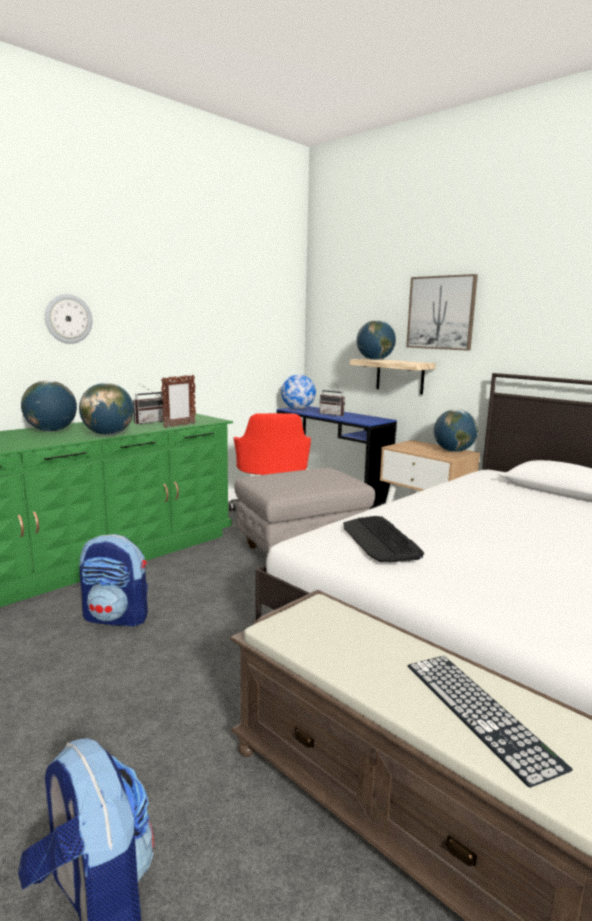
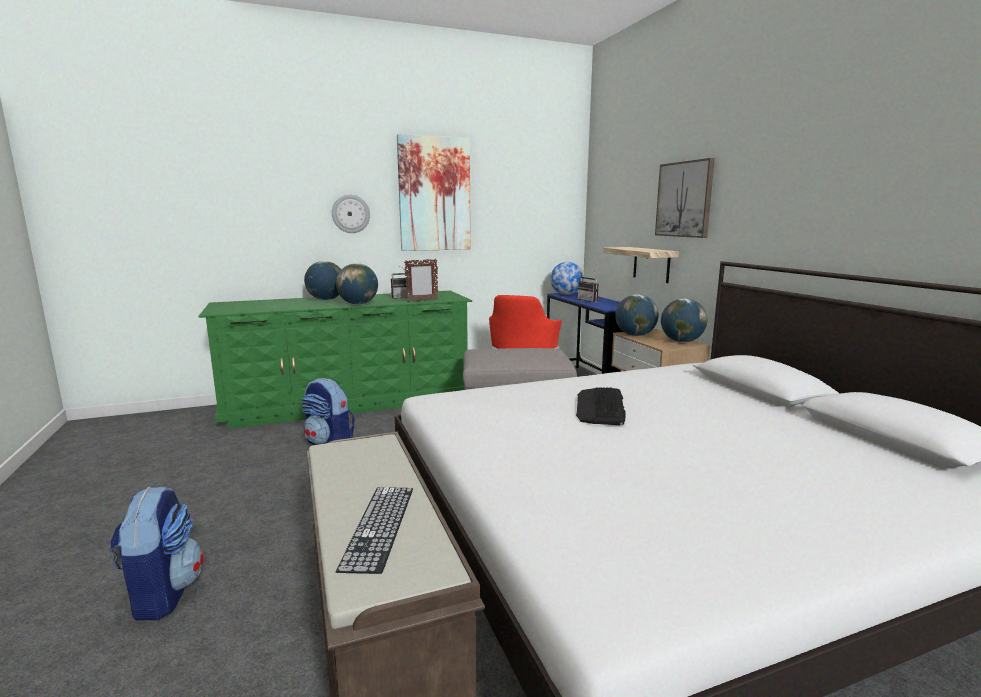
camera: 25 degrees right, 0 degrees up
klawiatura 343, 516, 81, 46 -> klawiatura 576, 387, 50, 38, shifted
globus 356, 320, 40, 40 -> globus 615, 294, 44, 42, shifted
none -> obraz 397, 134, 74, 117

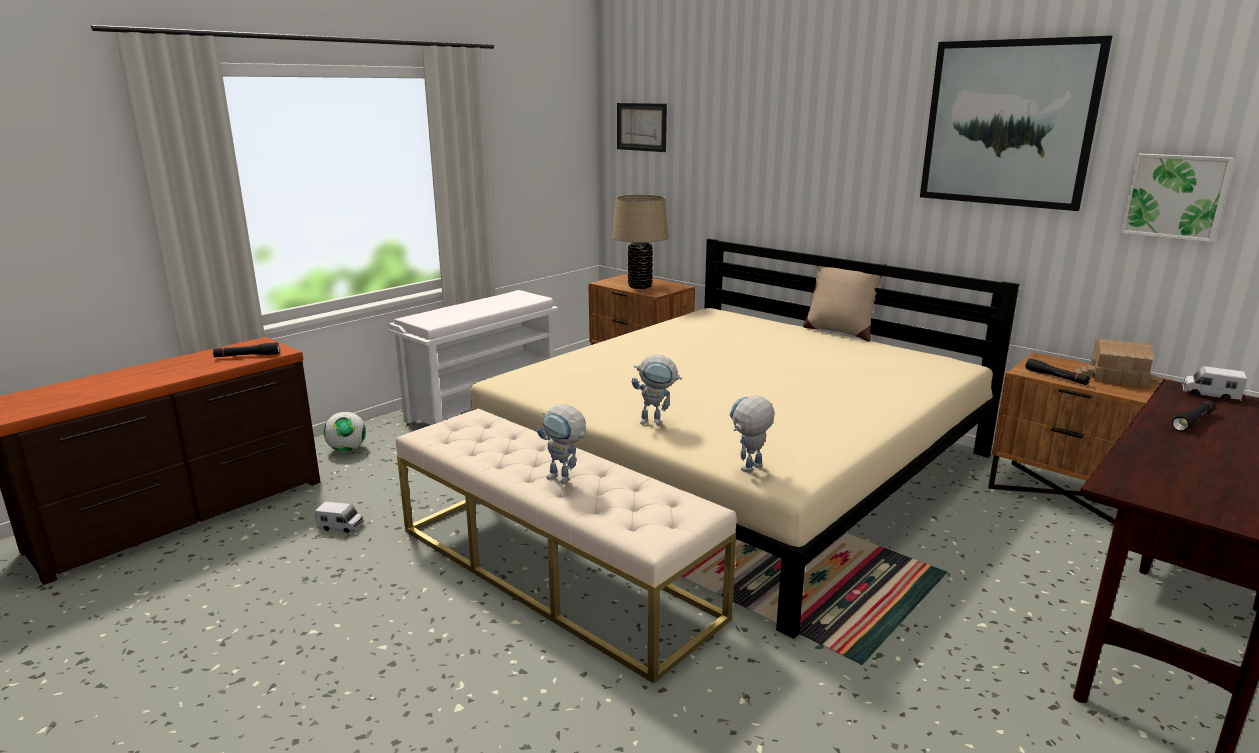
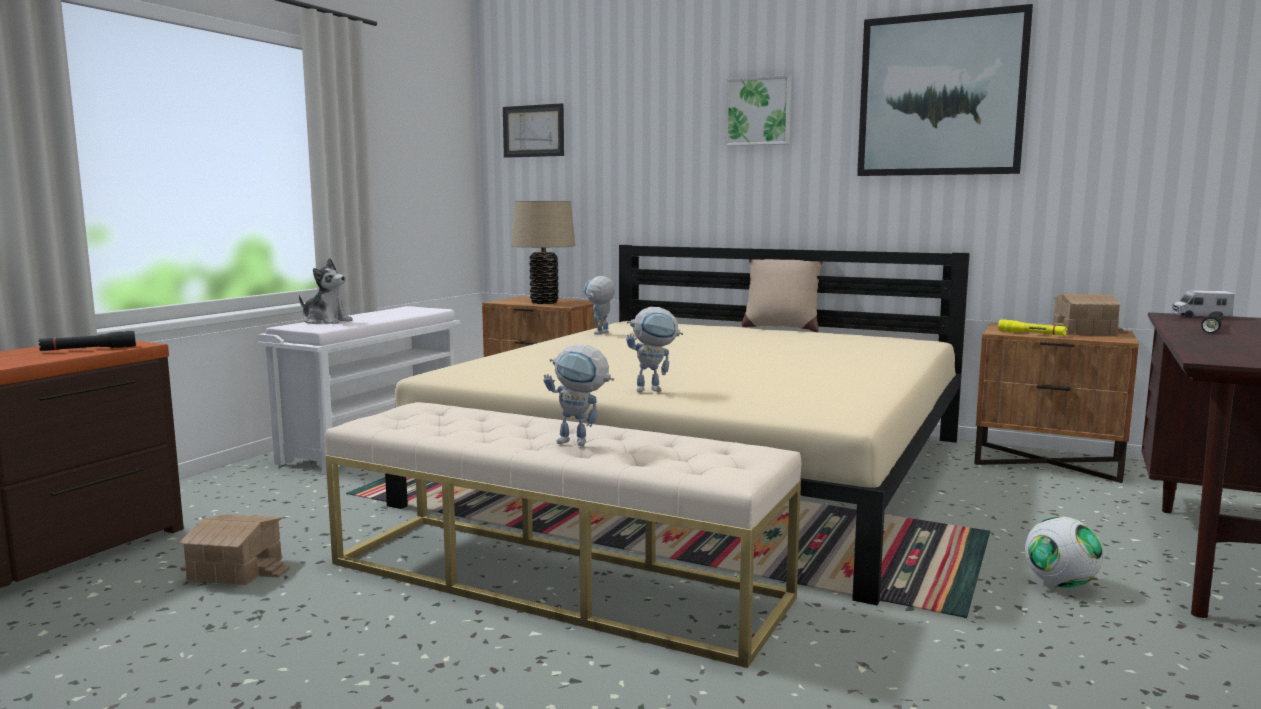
camera: 15 degrees left, 10 degrees down
ciężarówka zabawkowa 315, 501, 49, 32 -> domek 179, 514, 111, 71
piłka futbolowa 324, 412, 42, 40 -> piłka futbolowa 1025, 516, 78, 72, shifted
robot zabawkowy 729, 396, 46, 77 -> robot zabawkowy 584, 276, 31, 59, shifted
latarka [czarny] 1026, 359, 64, 26 -> latarka [żółty] 998, 319, 69, 17
obraz 1120, 154, 114, 88 -> obraz 725, 75, 67, 71, shifted
none -> pluszak 299, 258, 54, 66

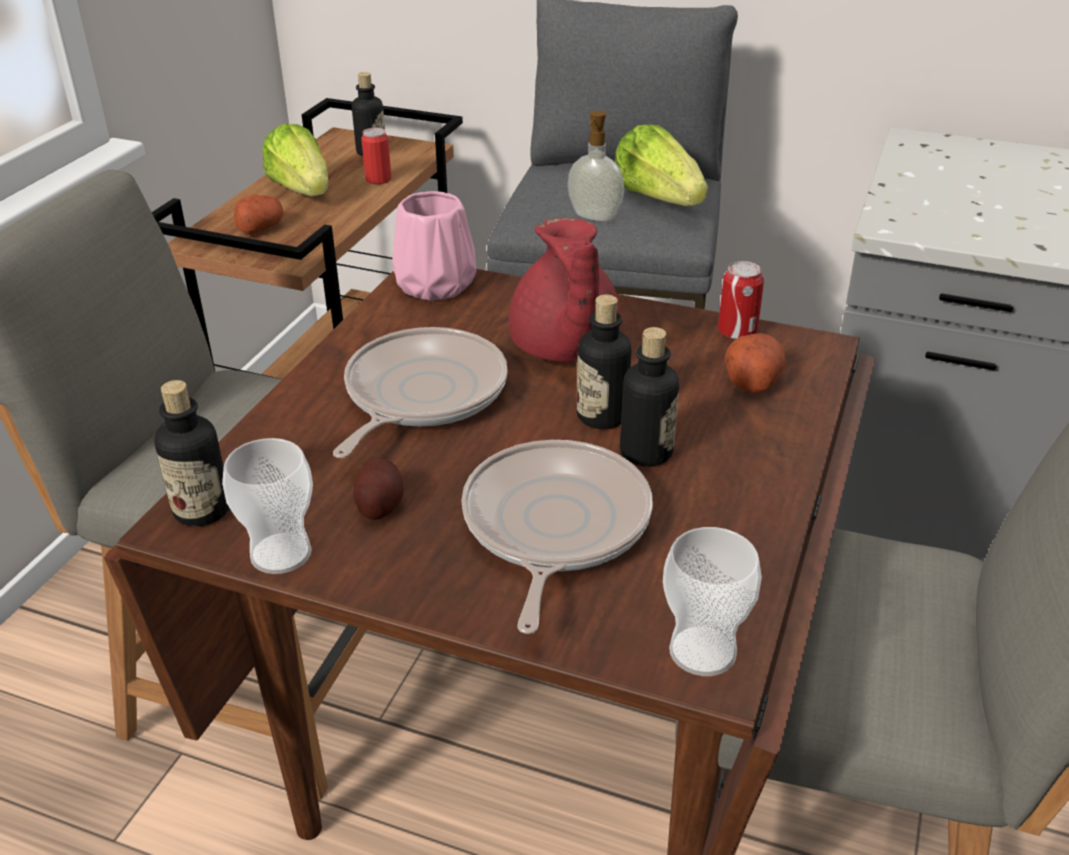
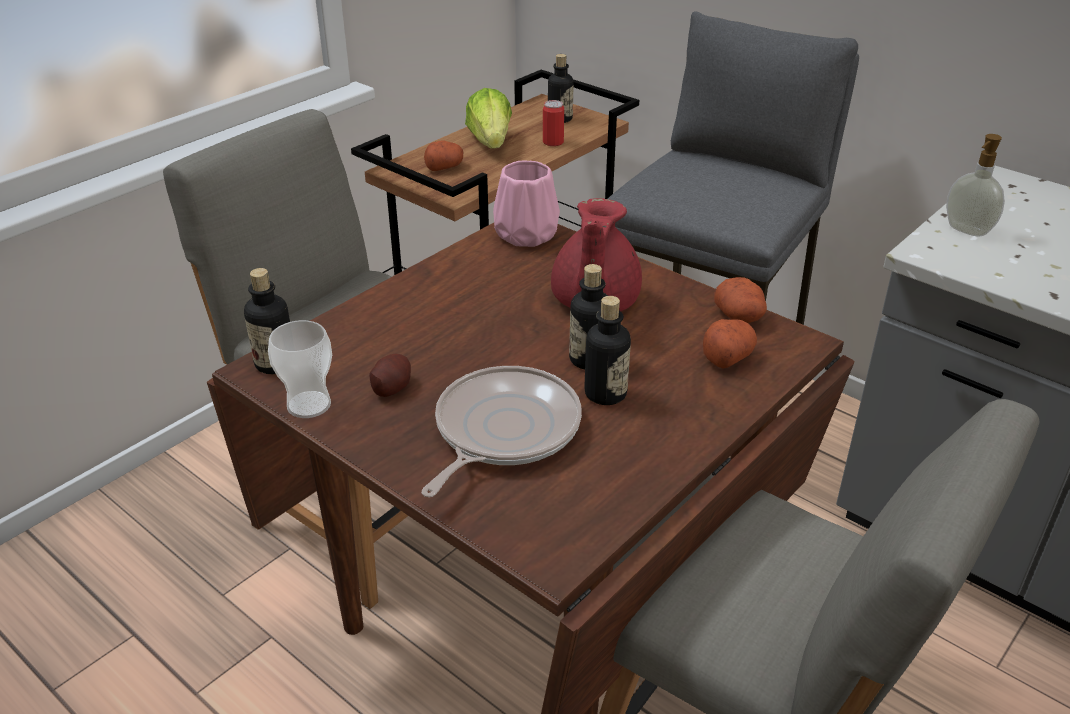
camera: 20 degrees right, 0 degrees up
patelnia 333, 327, 175, 131 -> none
dozownik mydła 568, 110, 56, 111 -> dozownik mydła 946, 134, 59, 103, shifted
sałata 615, 125, 93, 81 -> none
filiżanka 663, 527, 99, 149 -> none
puszka 718, 261, 46, 79 -> ziemniak 714, 277, 53, 46

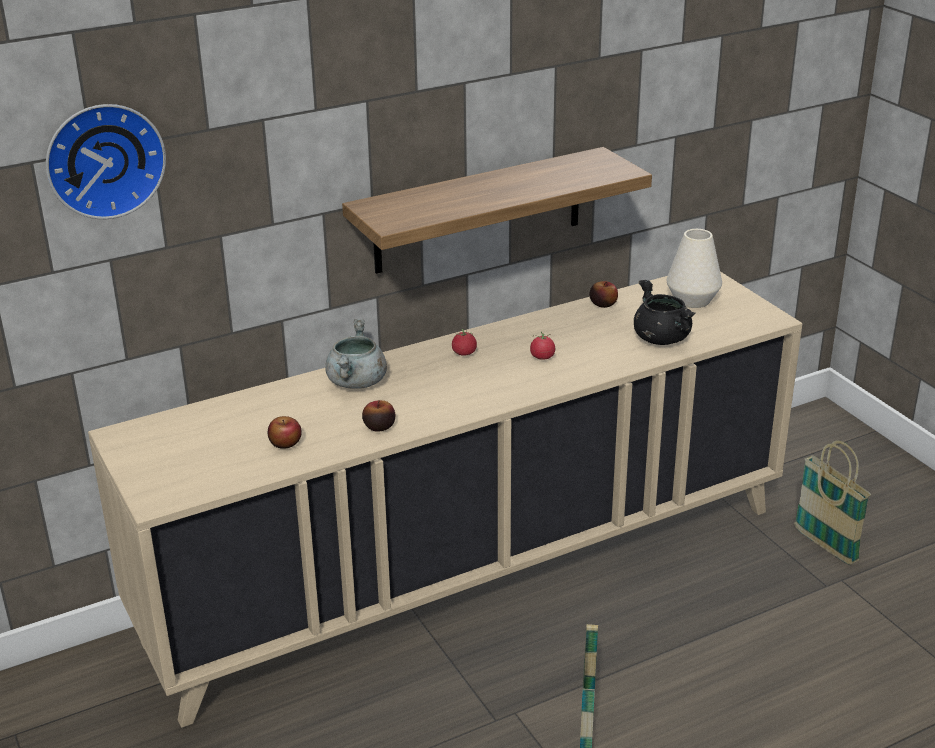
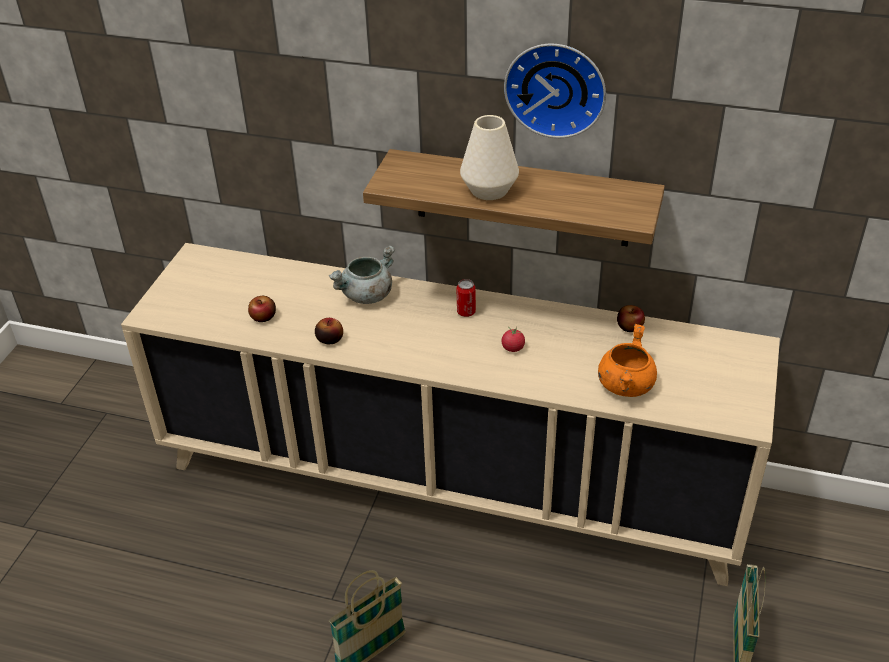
camera: 45 degrees right, 10 degrees up
zegar ścienny 46, 104, 120, 115 -> zegar ścienny 504, 44, 102, 94, shifted
pomidor 452, 329, 25, 27 -> puszka 457, 279, 19, 38
garnek [czarny] 634, 280, 62, 65 -> garnek [pomarańczowy] 598, 324, 59, 73
wazon [biały] 667, 229, 55, 79 -> wazon [biały] 460, 115, 59, 85, shifted

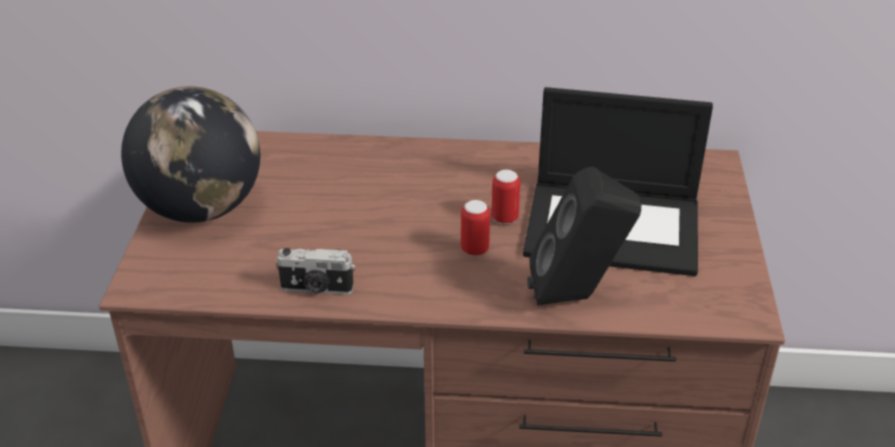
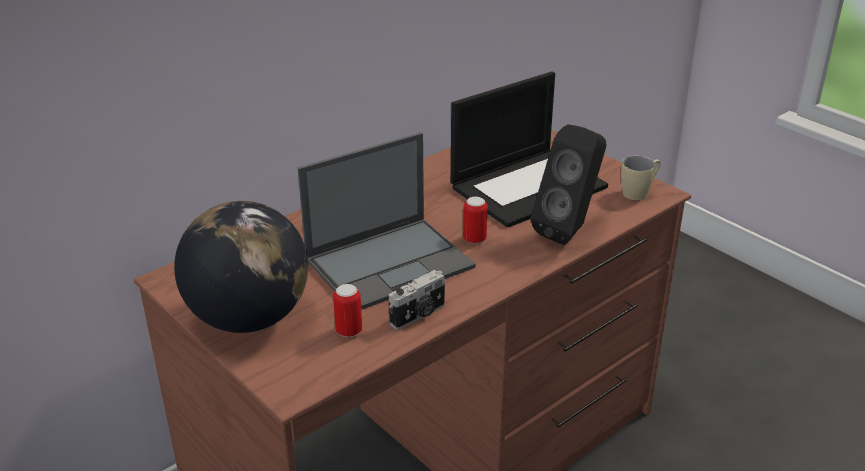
camera: 45 degrees left, 5 degrees down
puszka 491, 170, 29, 54 -> puszka 333, 284, 29, 53, shifted
none -> laptop 298, 132, 178, 178
none -> kubek [beżowy] 621, 156, 40, 44

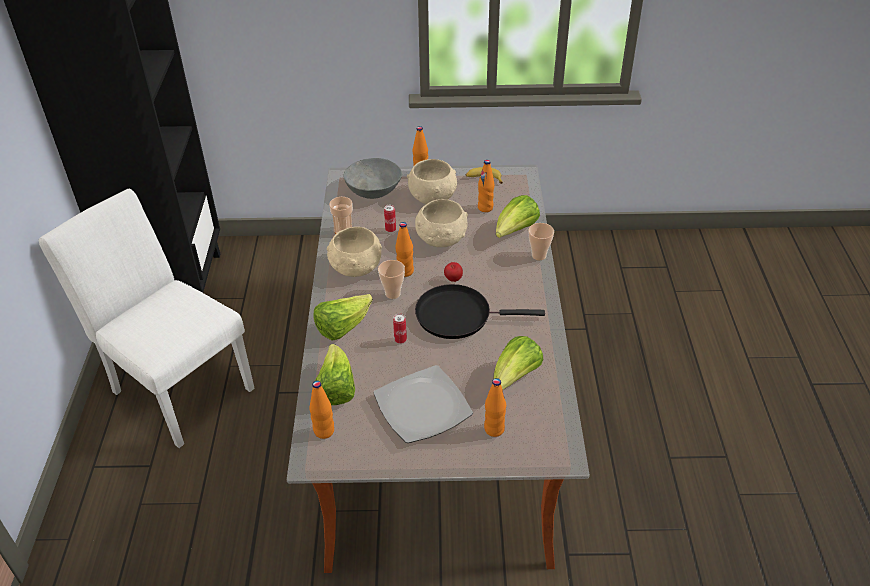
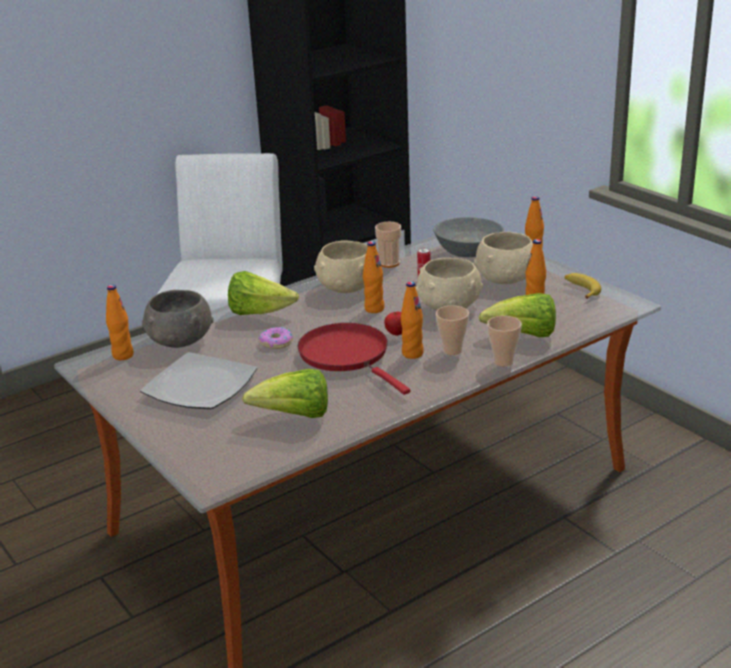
camera: 55 degrees right, 15 degrees down
sałata 315, 344, 40, 61 -> miska [szary] 142, 290, 71, 58
filiżanka 378, 260, 27, 39 -> filiżanka 436, 306, 33, 49, shifted
puszka 393, 313, 14, 31 -> donut 259, 327, 34, 22
patelnia [czarny] 415, 284, 130, 55 -> patelnia [czerwony] 297, 323, 114, 72
butelka [pomarańczowy] 484, 378, 22, 59 -> butelka [pomarańczowy] 401, 281, 23, 78, shifted

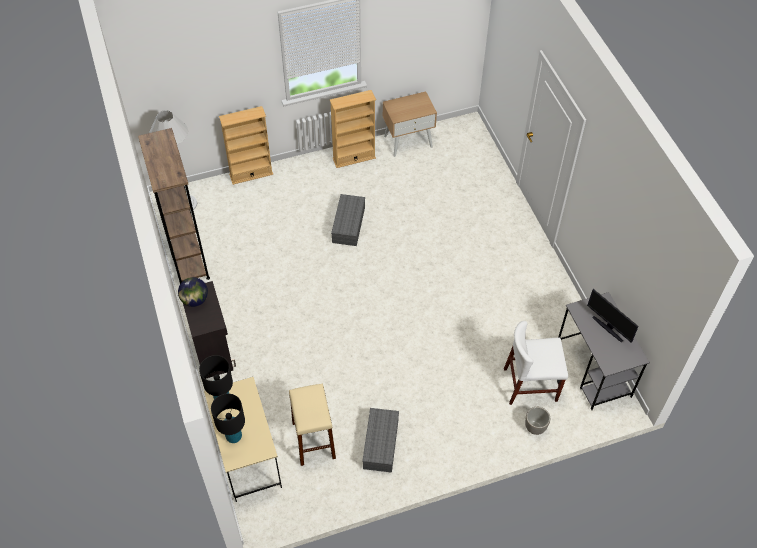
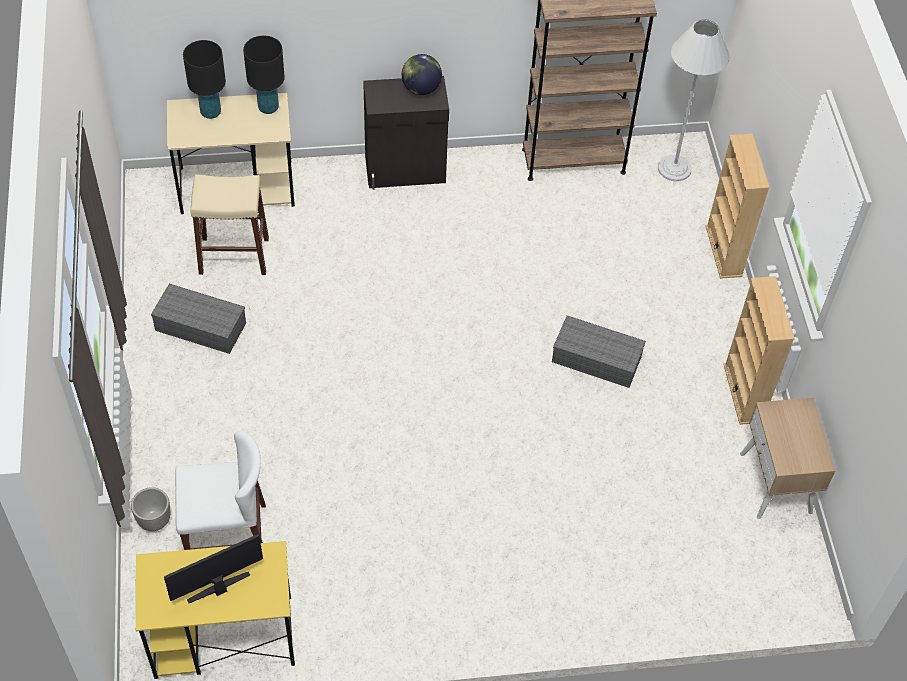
camera: 100 degrees right, 0 degrees up
krzesło [biały] 504, 321, 64, 84 -> krzesło [biały] 175, 431, 91, 119, 75 degrees clockwise
biurko [szary] 558, 292, 92, 118 -> biurko [żółty] 136, 541, 159, 138

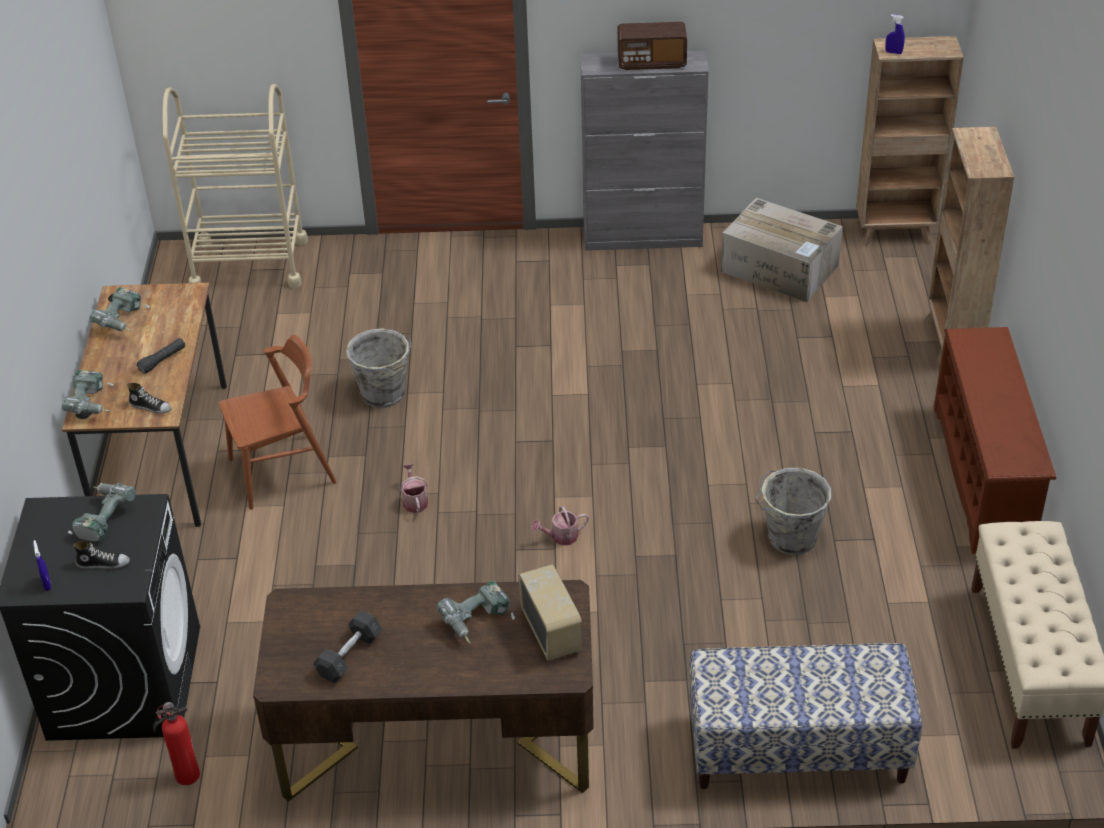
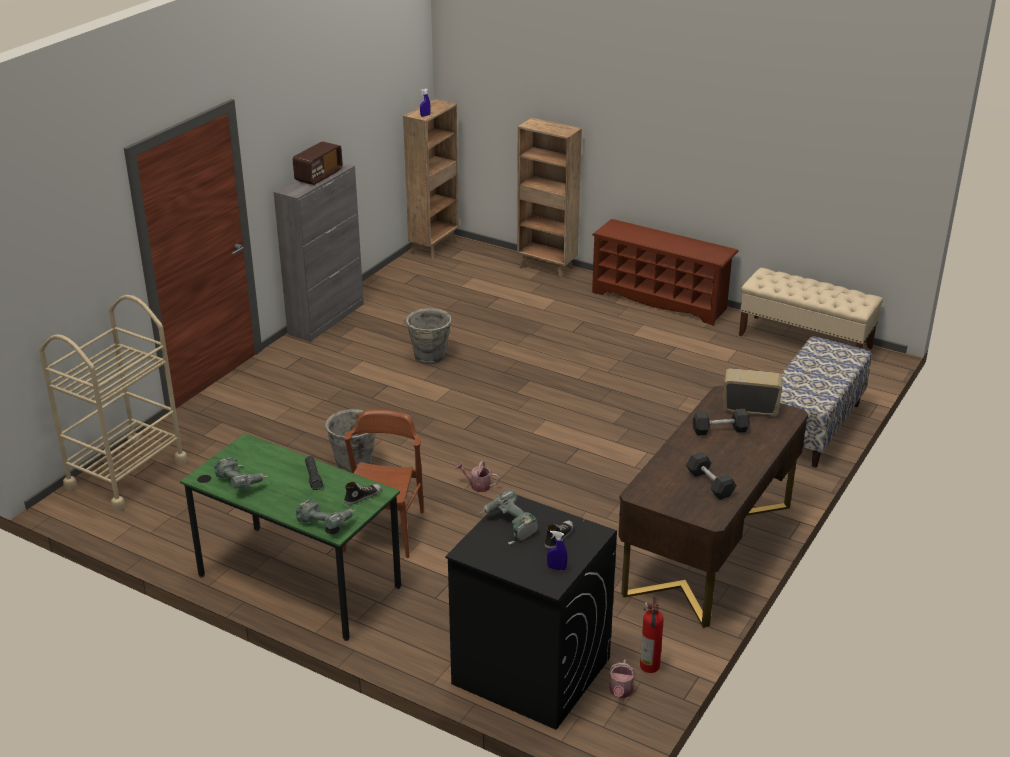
camera: 60 degrees left, 10 degrees down
biurko [brązowy] 62, 282, 165, 245 -> biurko [zielony] 180, 433, 221, 208
wiertarka 437, 581, 78, 63 -> hantel [szary] 693, 409, 57, 27
konewka 531, 506, 58, 39 -> konewka 609, 660, 27, 38, shifted
karton 721, 198, 122, 104 -> none
wiadro [szary] 755, 468, 76, 87 -> wiadro [szary] 403, 308, 48, 56, shifted

